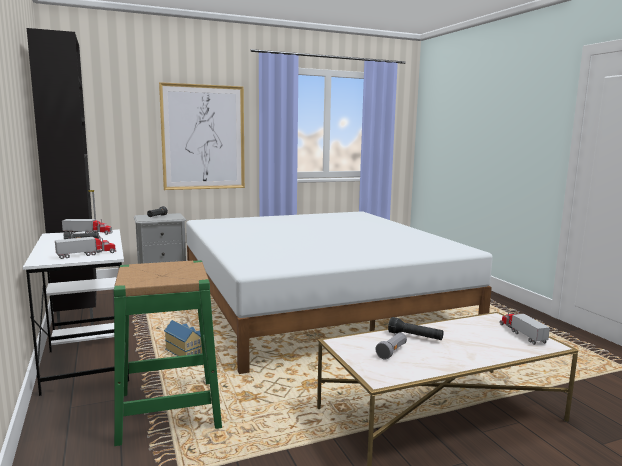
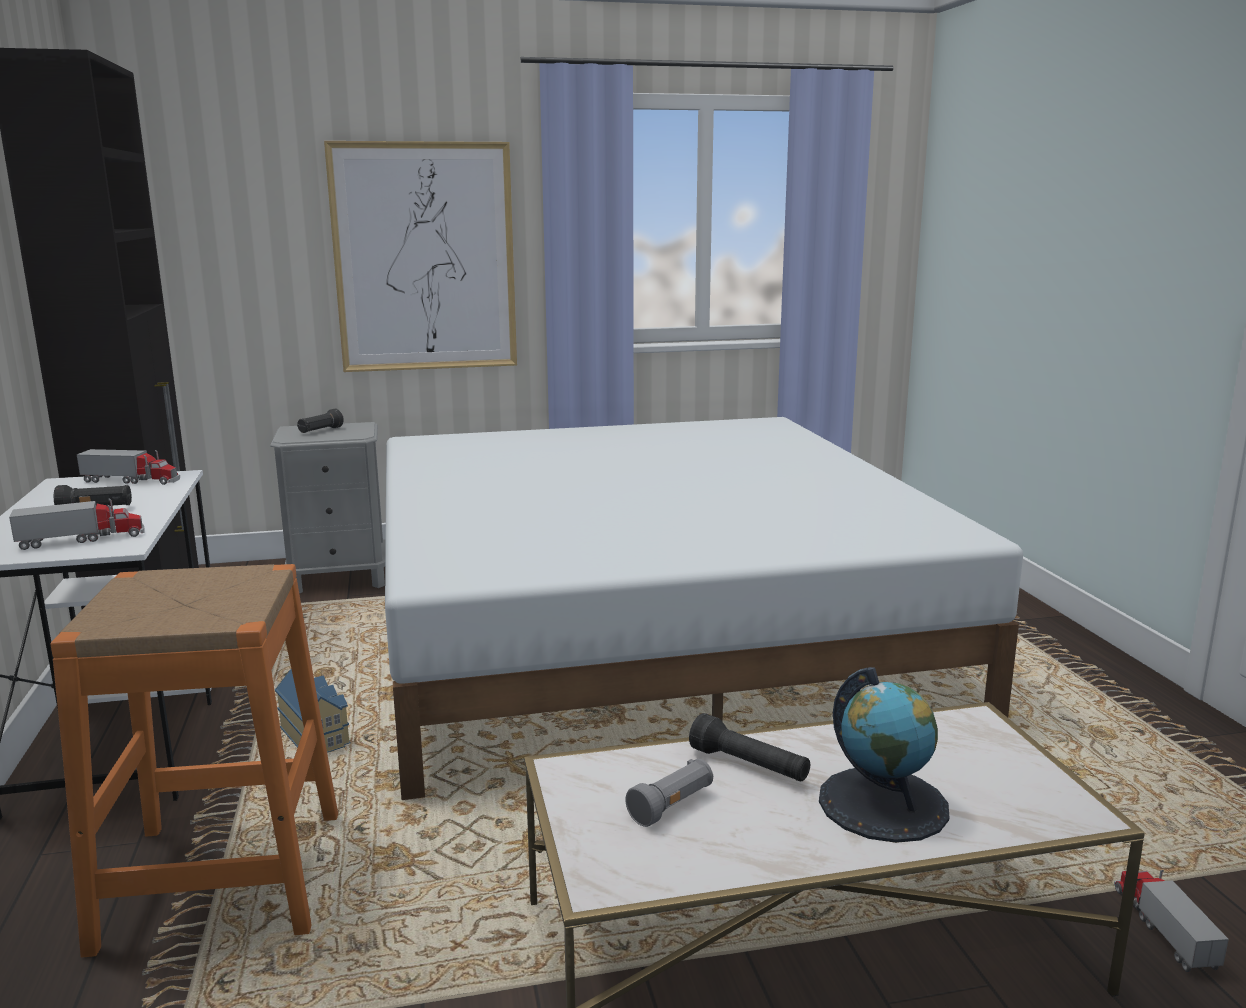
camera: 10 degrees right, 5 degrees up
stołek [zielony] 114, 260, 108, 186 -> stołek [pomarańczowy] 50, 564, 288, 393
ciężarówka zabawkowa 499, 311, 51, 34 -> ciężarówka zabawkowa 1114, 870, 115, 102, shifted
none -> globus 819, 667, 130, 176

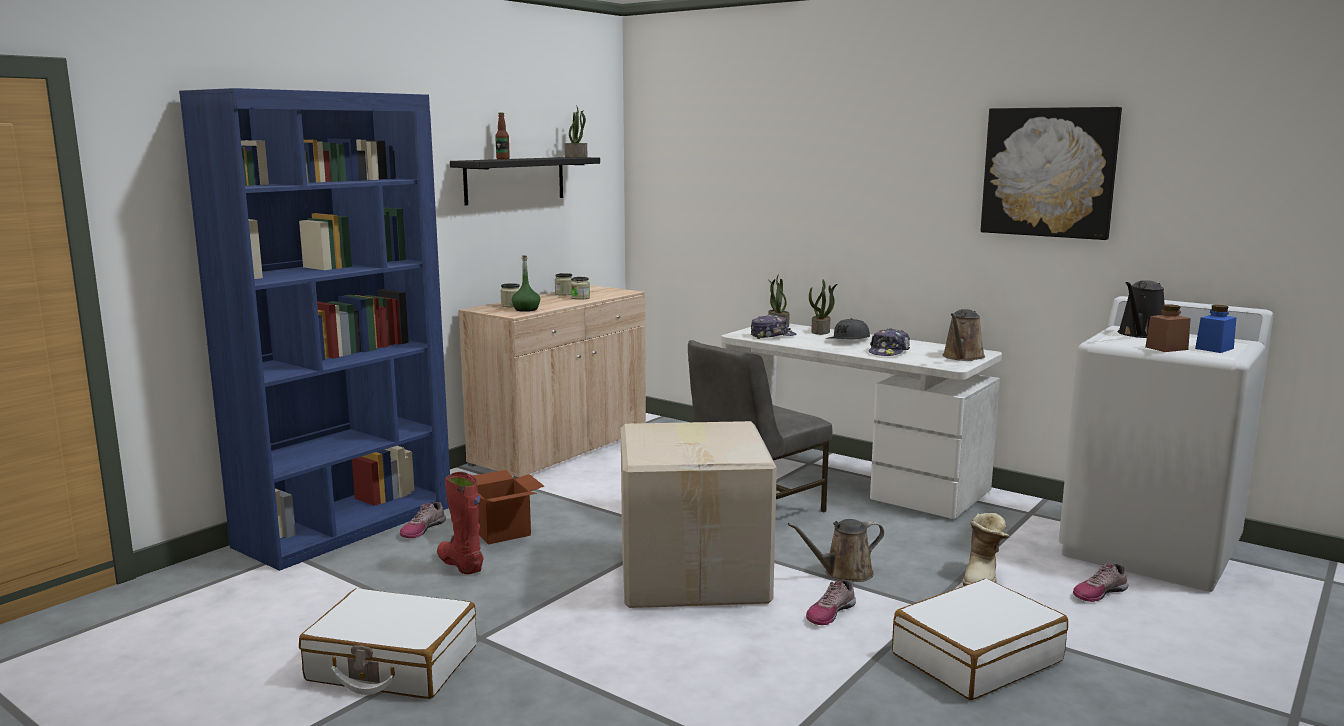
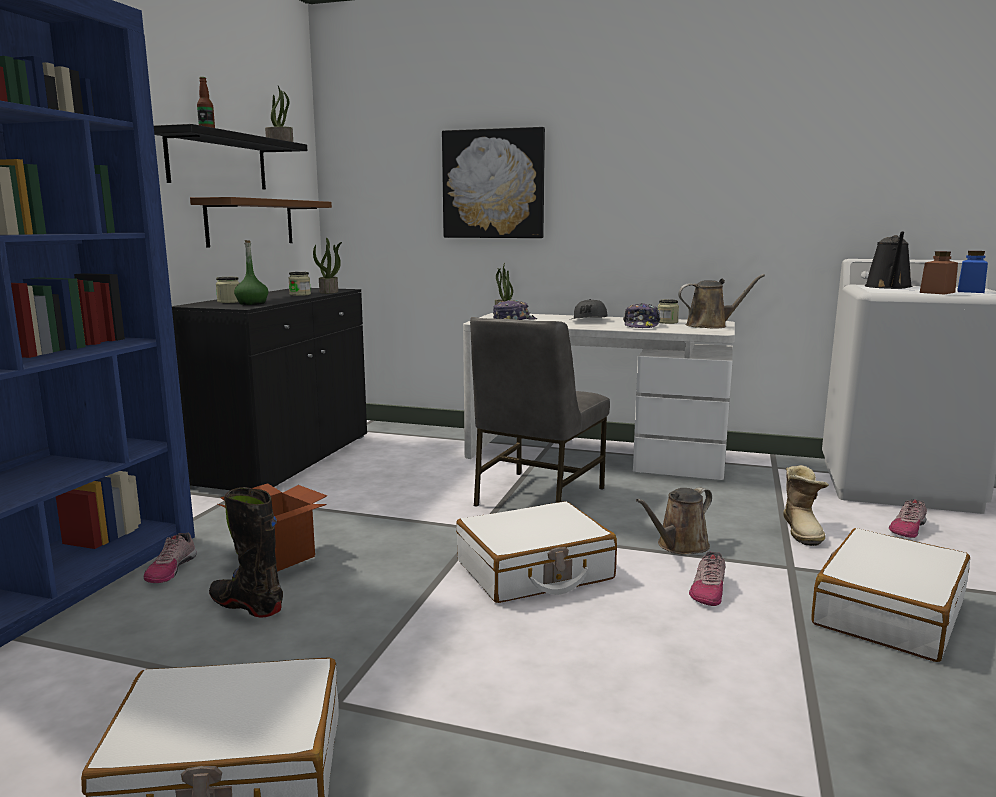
camera: 20 degrees left, 0 degrees up
but z cholewką [czerwony] 437, 472, 47, 102 -> but z cholewką [czarny] 209, 487, 74, 130
szafka [beżowy] 458, 285, 188, 194 -> szafka [czarny] 172, 288, 195, 202
słoik 555, 273, 17, 23 -> słoik 658, 299, 21, 25, shifted
karton 621, 421, 156, 187 -> walizka [biały] 456, 501, 161, 102
roślina doniczkowa 809, 279, 29, 56 -> roślina doniczkowa 313, 237, 29, 57, shifted
konewka [brązowy] 942, 309, 43, 52 -> konewka [brązowy] 678, 274, 87, 55, 105 degrees counterclockwise
obraz 981, 107, 141, 133 -> obraz 442, 127, 103, 111, shifted
none -> półka [brązowy] 190, 197, 142, 50

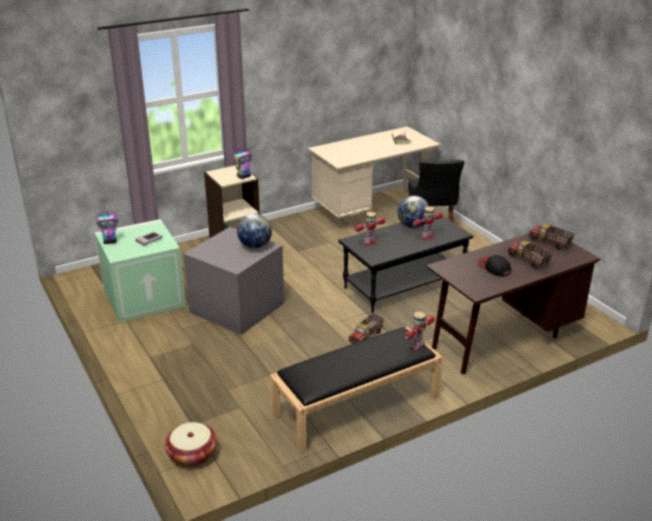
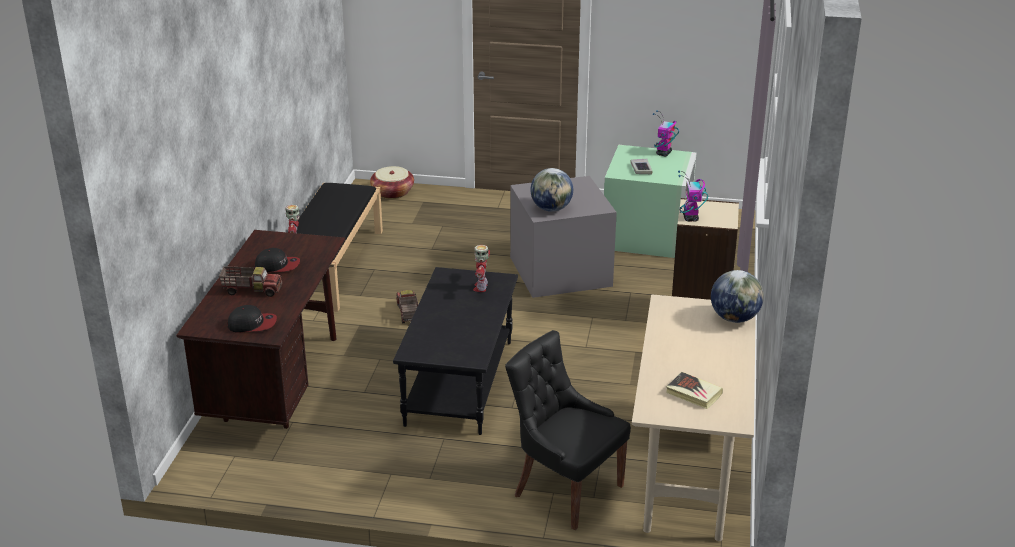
camera: 130 degrees right, 0 degrees up
globus 398, 196, 31, 32 -> globus 711, 270, 53, 53, shifted
robot zabawkowy 413, 206, 30, 34 -> none
ciężarówka zabawkowa 529, 224, 46, 26 -> czapka z daszkiem 227, 305, 50, 27

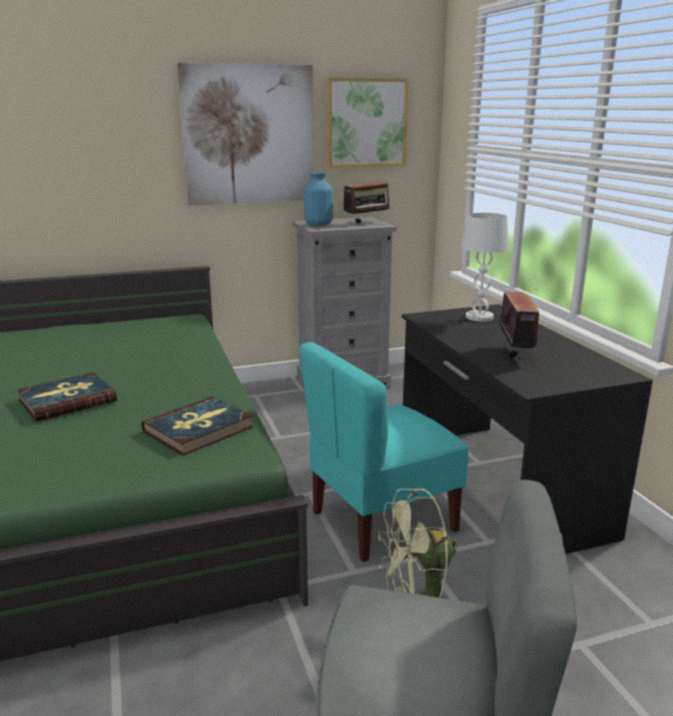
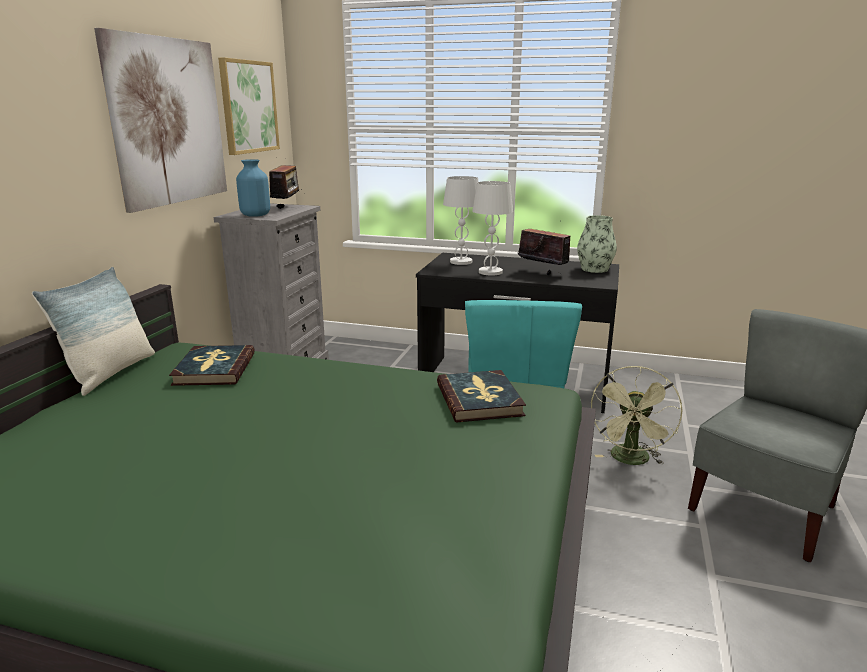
camera: 55 degrees left, 0 degrees up
książka 17, 372, 100, 50 -> książka 169, 345, 86, 41, shifted
none -> poduszka 32, 267, 123, 129
none -> lampa stołowa [biały] 472, 181, 41, 95
none -> wazon 577, 215, 40, 58

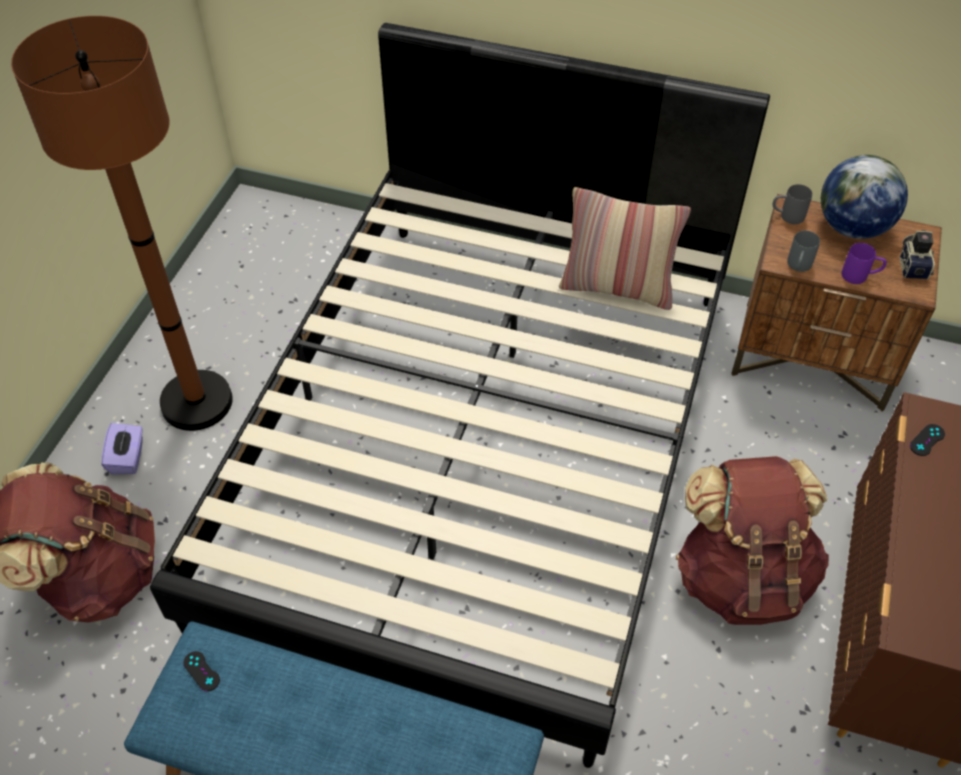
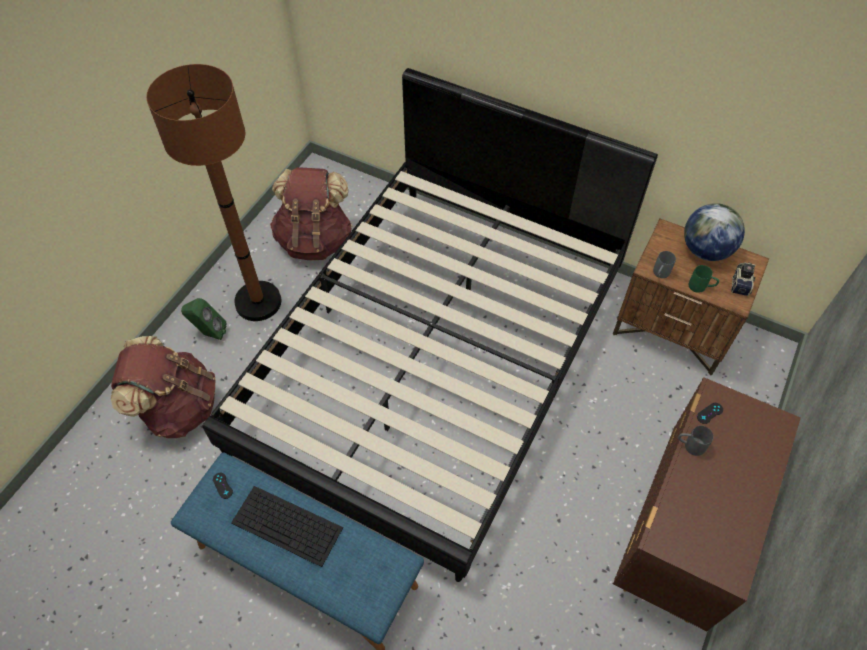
camera: 10 degrees right, 5 degrees up
pudełko chusteczek [fioletowy] 101, 423, 42, 51 -> głośnik [zielony] 181, 298, 45, 42
poduszka 559, 187, 132, 123 -> none
plecak [brązowy] 676, 456, 153, 169 -> plecak [brązowy] 270, 167, 82, 93, shifted
kubek [szary] 772, 184, 40, 40 -> kubek [szary] 678, 426, 35, 30, shifted
kubek [fioletowy] 842, 243, 45, 41 -> kubek [zielony] 689, 265, 30, 28
none -> klawiatura 231, 486, 112, 81

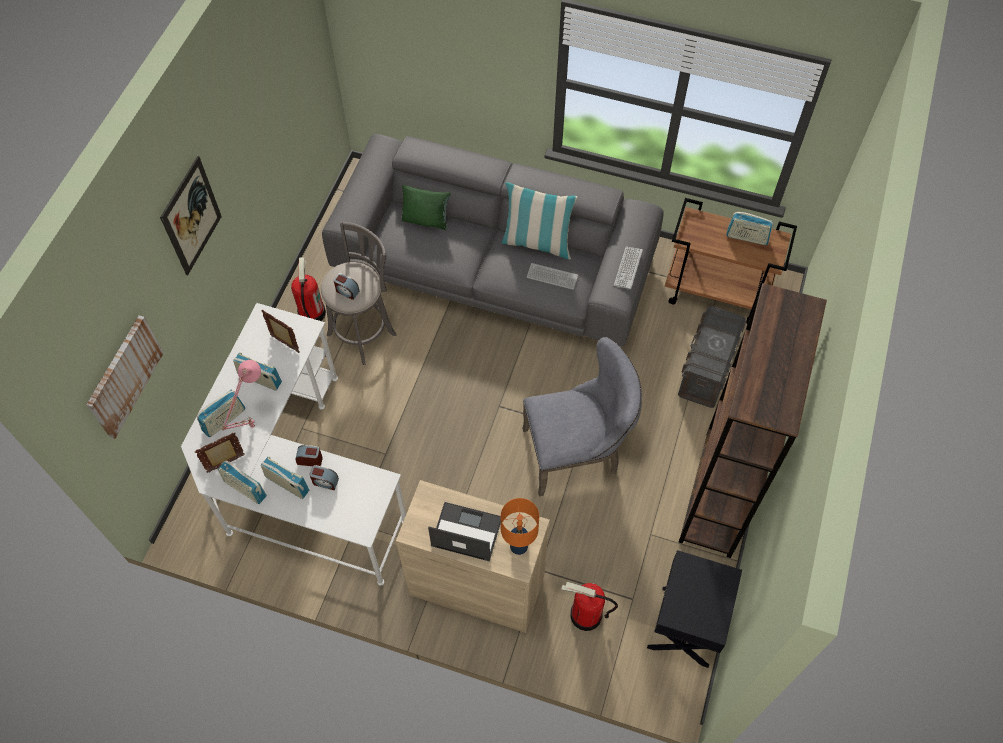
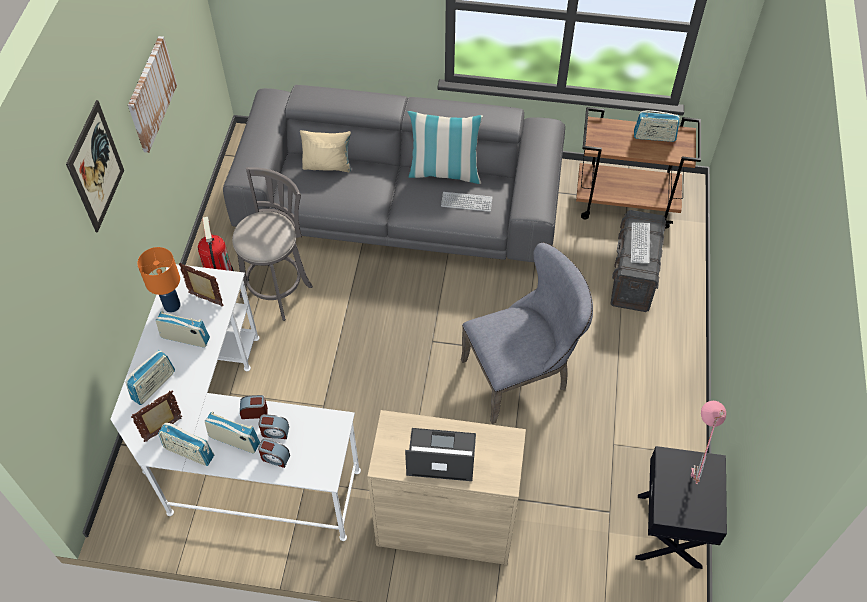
camera: 10 degrees left, 5 degrees down
obraz 86, 315, 78, 124 -> obraz 128, 36, 49, 117, shifted
lampa stołowa [różowy] 222, 360, 39, 70 -> lampa stołowa [różowy] 691, 401, 35, 83, shifted
budzik 334, 273, 26, 27 -> budzik 258, 438, 32, 30, shifted
poduszka [zielony] 402, 185, 48, 45 -> poduszka [beżowy] 300, 130, 51, 42
lampa stołowa [pomarańczowy] 501, 498, 38, 57 -> lampa stołowa [pomarańczowy] 137, 247, 44, 66, shifted
gaśnica 561, 582, 57, 49 -> none
klawiatura 614, 247, 29, 42 -> klawiatura 631, 223, 19, 41, shifted
regał [brązowy] 679, 283, 148, 275 -> none

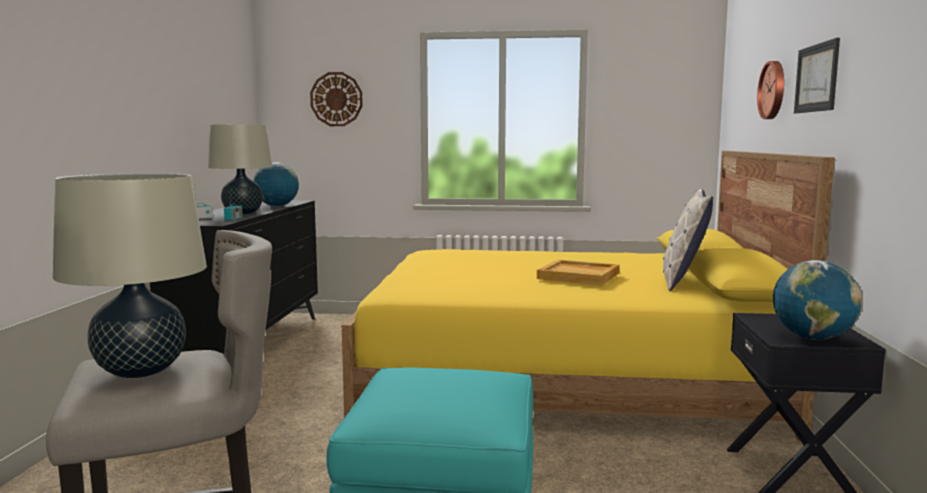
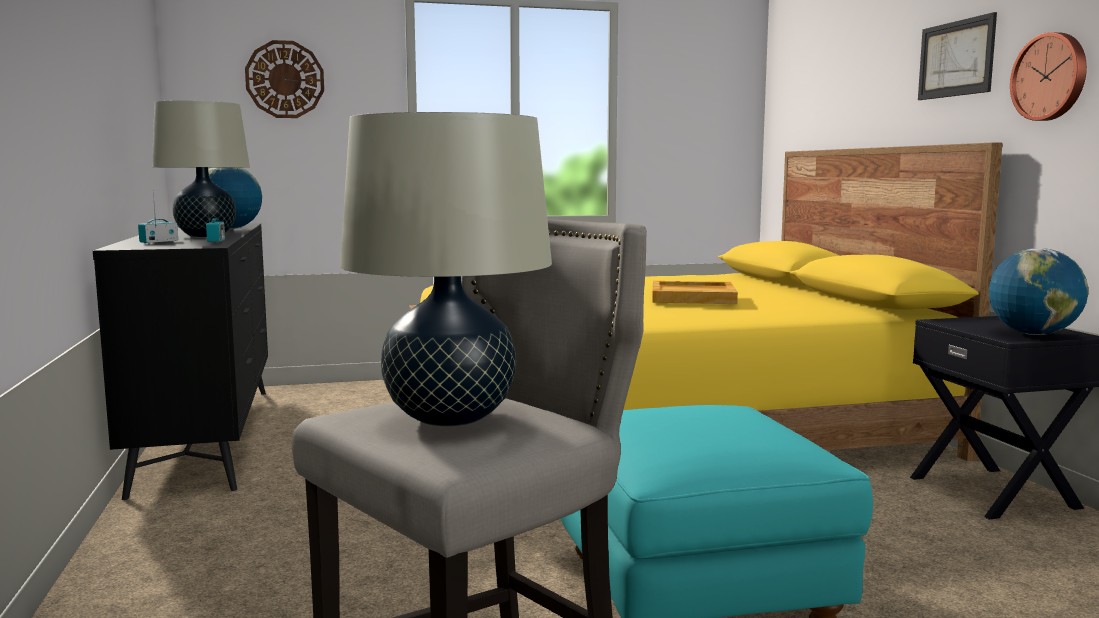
camera: 20 degrees left, 0 degrees up
poduszka 663, 189, 50, 102 -> none
zegar ścienny 757, 61, 27, 58 -> zegar ścienny 1010, 32, 77, 89, shifted

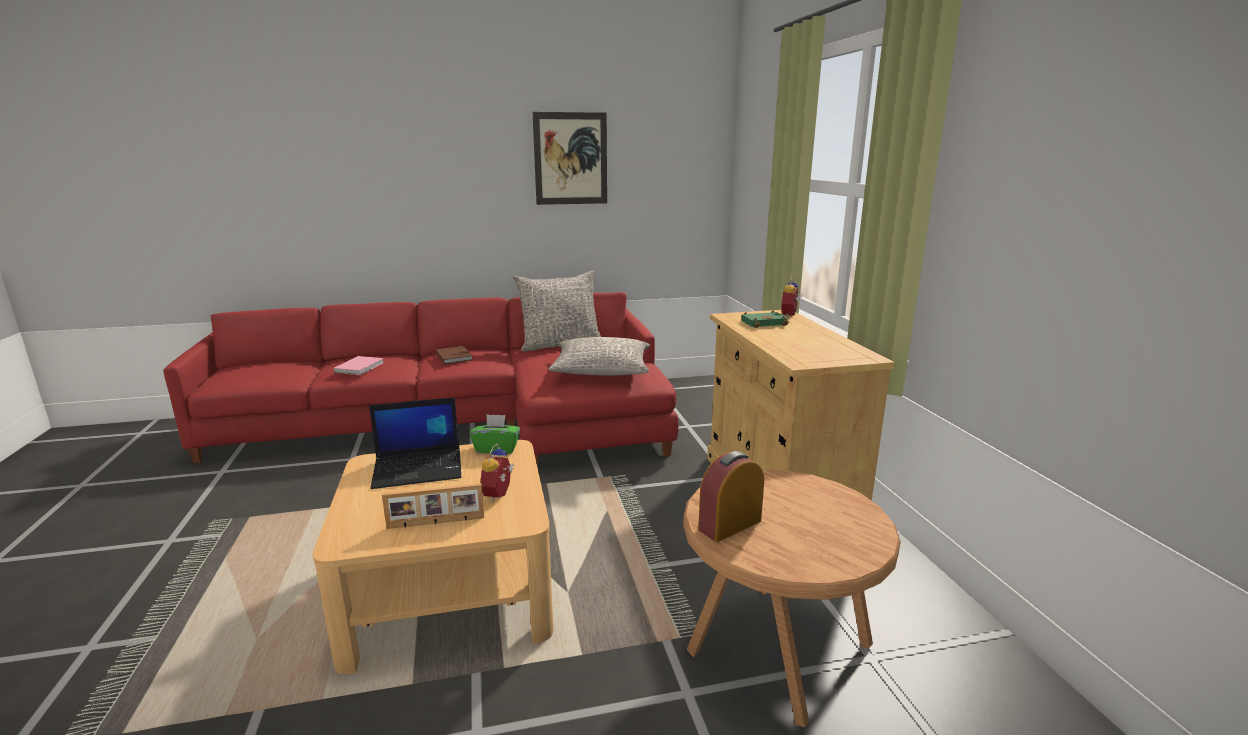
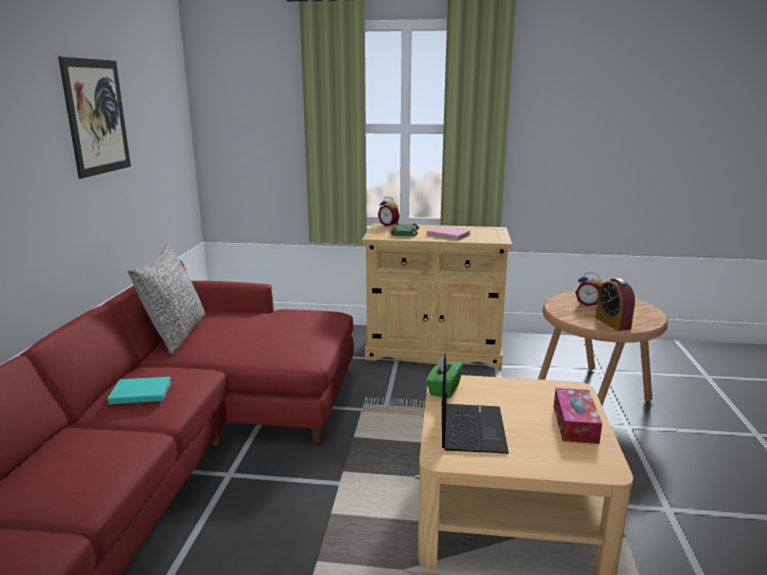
camera: 70 degrees left, 0 degrees up
książka [różowy] 334, 356, 50, 19 -> książka [różowy] 427, 226, 44, 14, shifted
ramka na zdjęcie 382, 483, 102, 46 -> pudełko chusteczek 554, 388, 48, 56
książka [brązowy] 436, 346, 37, 18 -> książka [turkusowy] 107, 377, 65, 27
budzik 481, 444, 33, 58 -> budzik 575, 272, 28, 35, shifted
poduszka [szary] 548, 337, 102, 39 -> none

